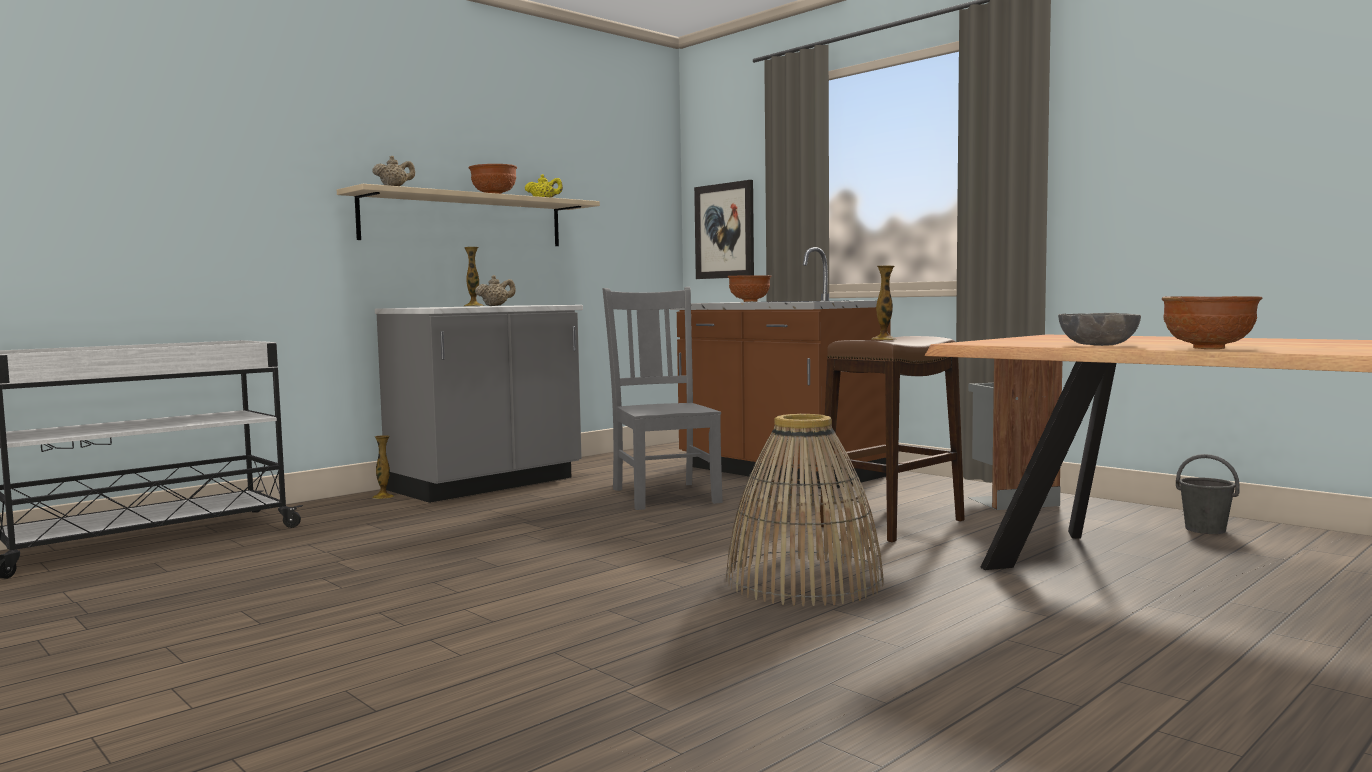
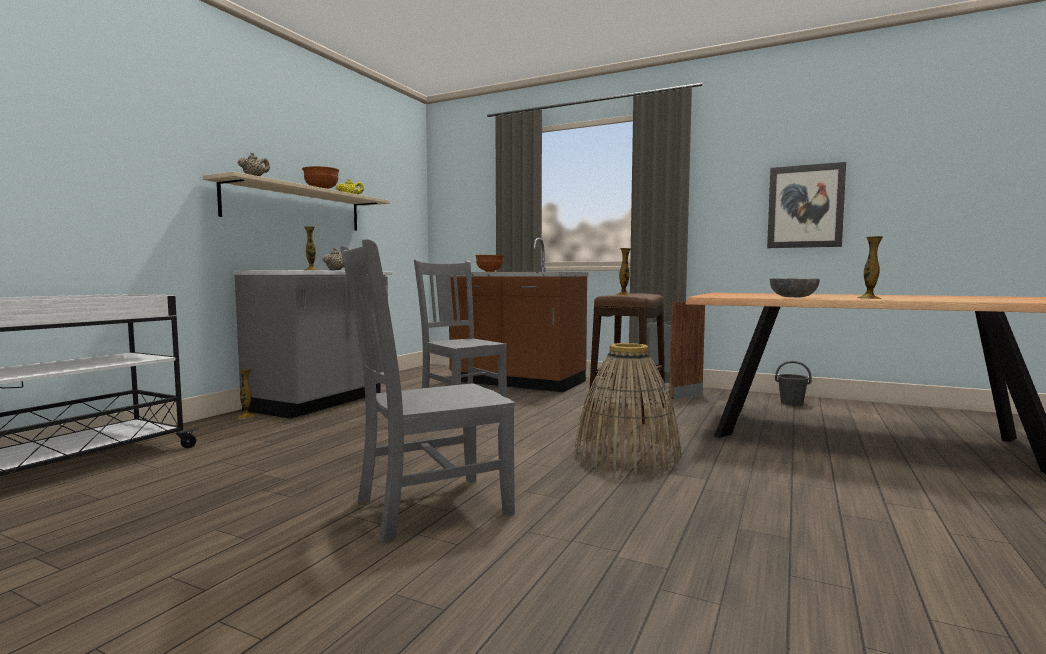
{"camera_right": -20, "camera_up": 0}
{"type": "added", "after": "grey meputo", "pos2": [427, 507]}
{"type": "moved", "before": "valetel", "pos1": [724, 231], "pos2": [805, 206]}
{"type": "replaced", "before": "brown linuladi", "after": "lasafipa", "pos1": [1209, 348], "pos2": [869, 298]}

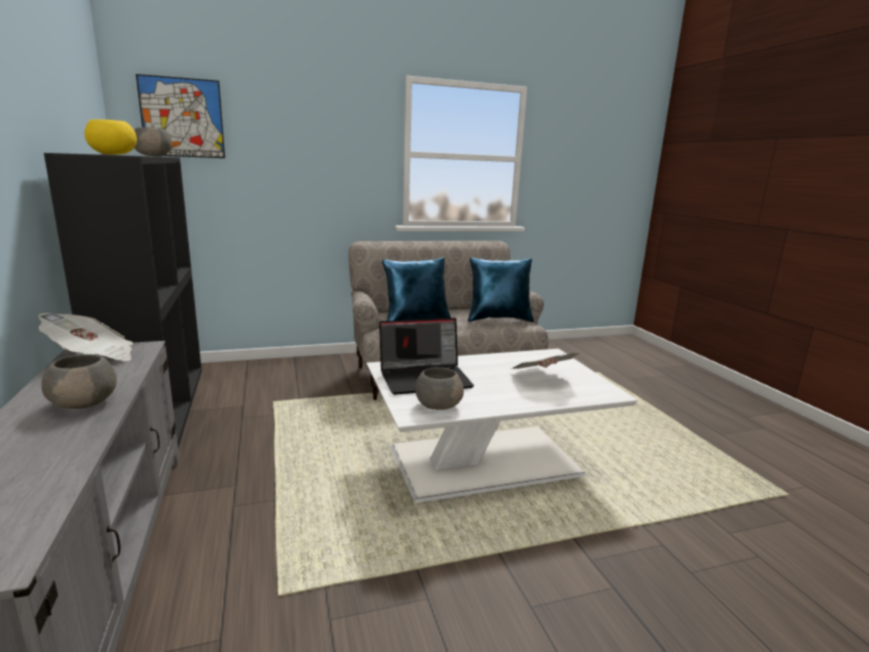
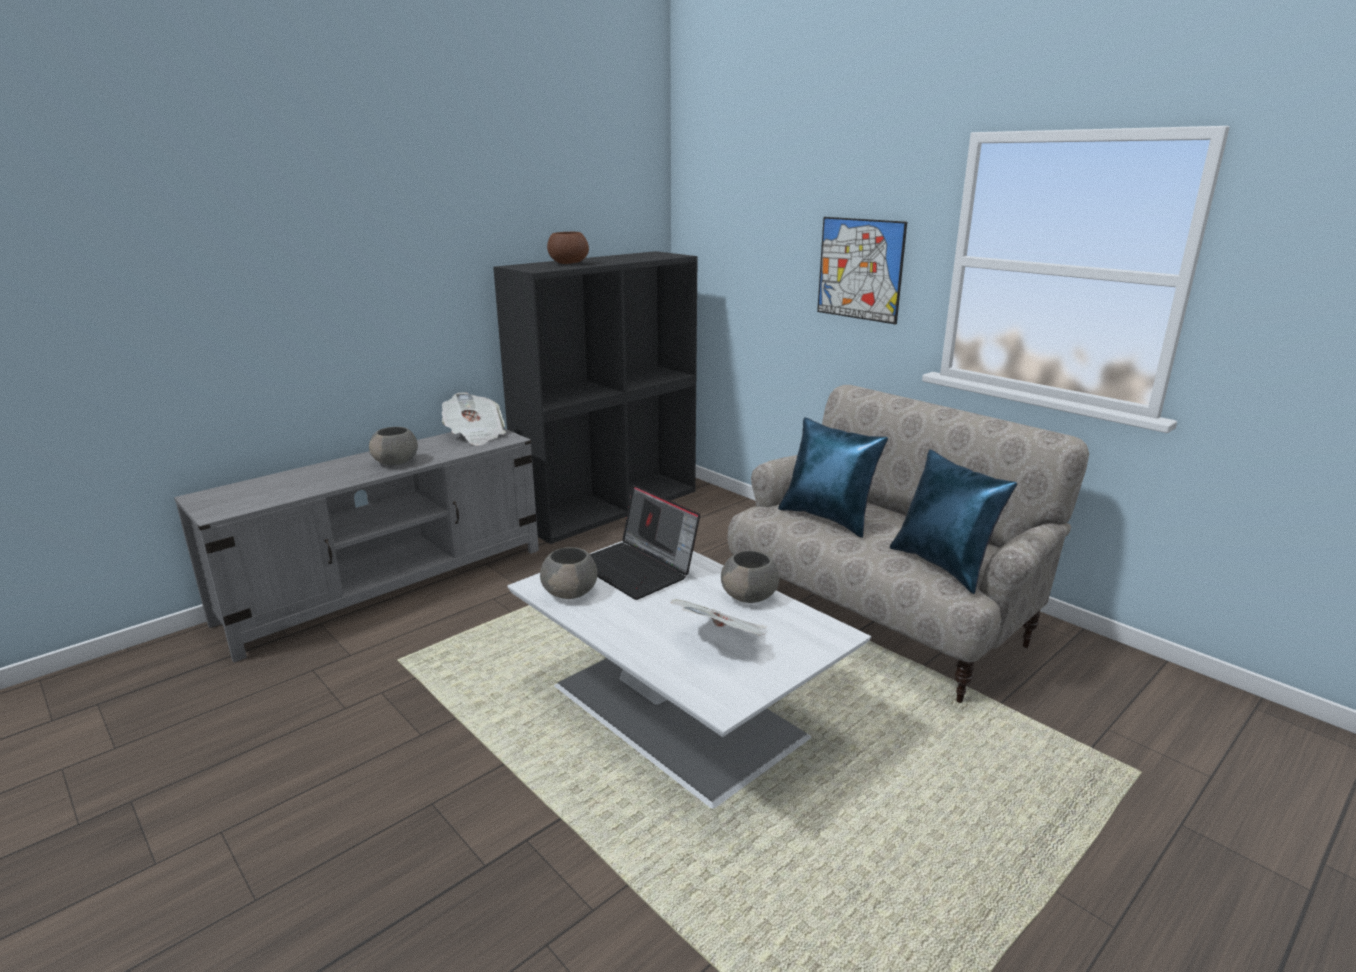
{"camera_right": 65, "camera_up": 5}
{"type": "moved", "before": "grey linuladi", "pos1": [154, 156], "pos2": [750, 596]}
{"type": "moved", "before": "valetel", "pos1": [182, 118], "pos2": [860, 269]}
{"type": "recoloured", "before": "yellow linuladi", "after": "brown linuladi", "pos1": [112, 154], "pos2": [568, 263]}

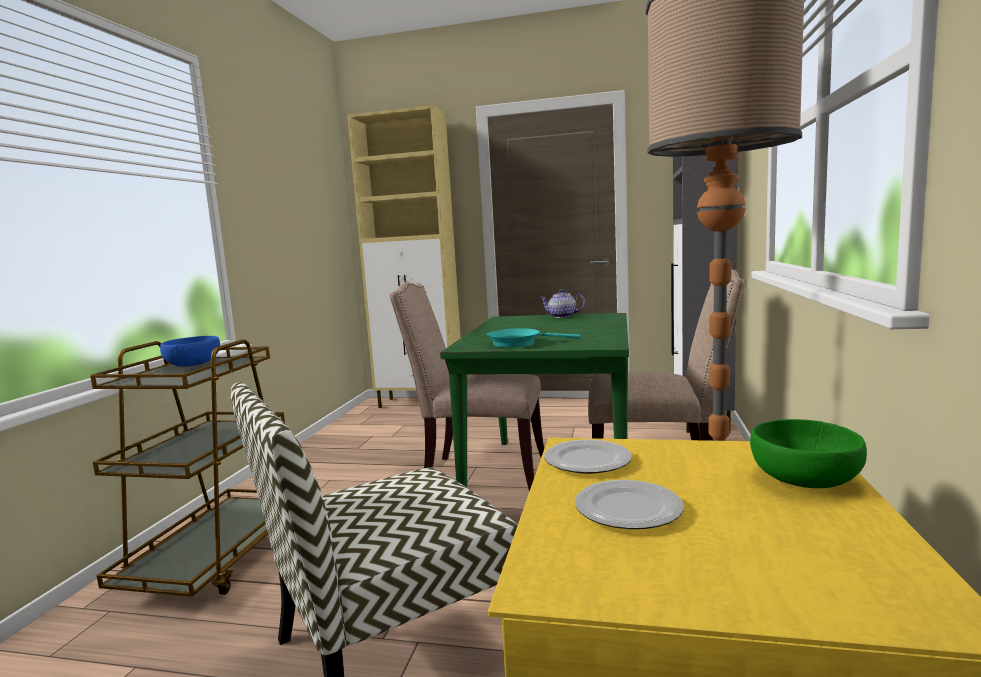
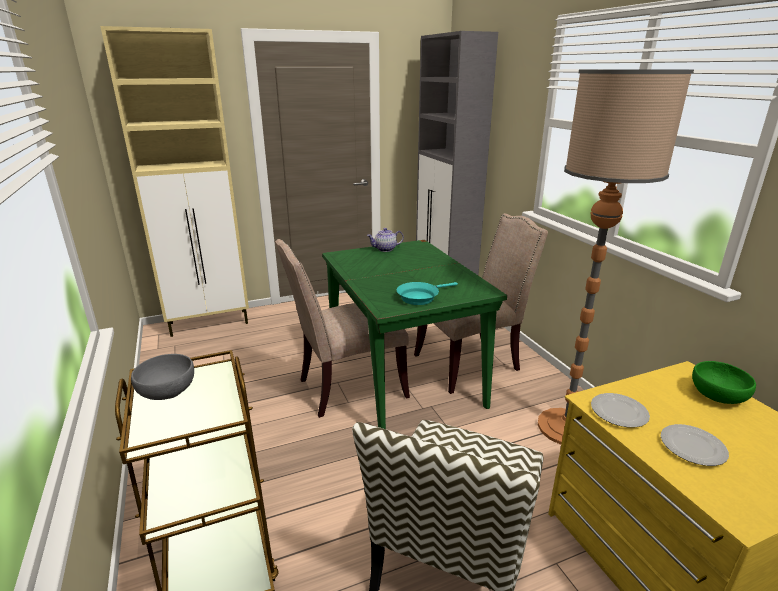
{"camera_right": -35, "camera_up": 15}
{"type": "recoloured", "before": "blue linuladi", "after": "grey linuladi", "pos1": [194, 364], "pos2": [167, 390]}

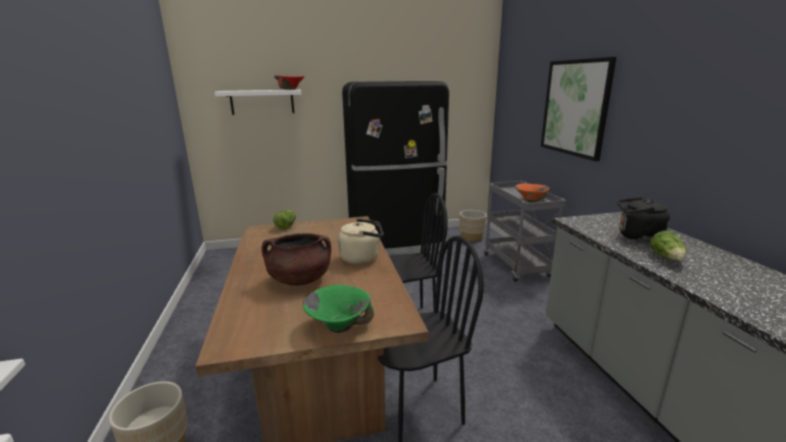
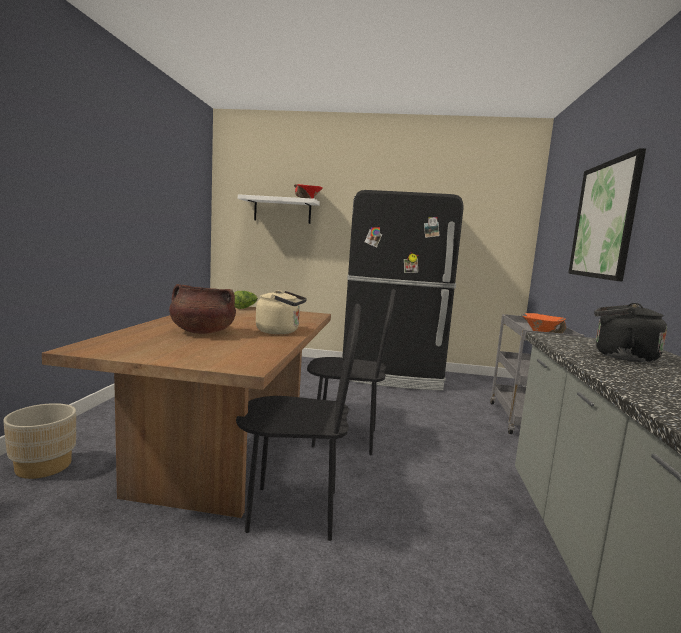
{"camera_right": 20, "camera_up": -10}
{"type": "removed", "before": "green linuladi", "pos1": [339, 325]}
{"type": "removed", "before": "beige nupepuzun", "pos1": [471, 237]}
{"type": "removed", "before": "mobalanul", "pos1": [667, 258]}

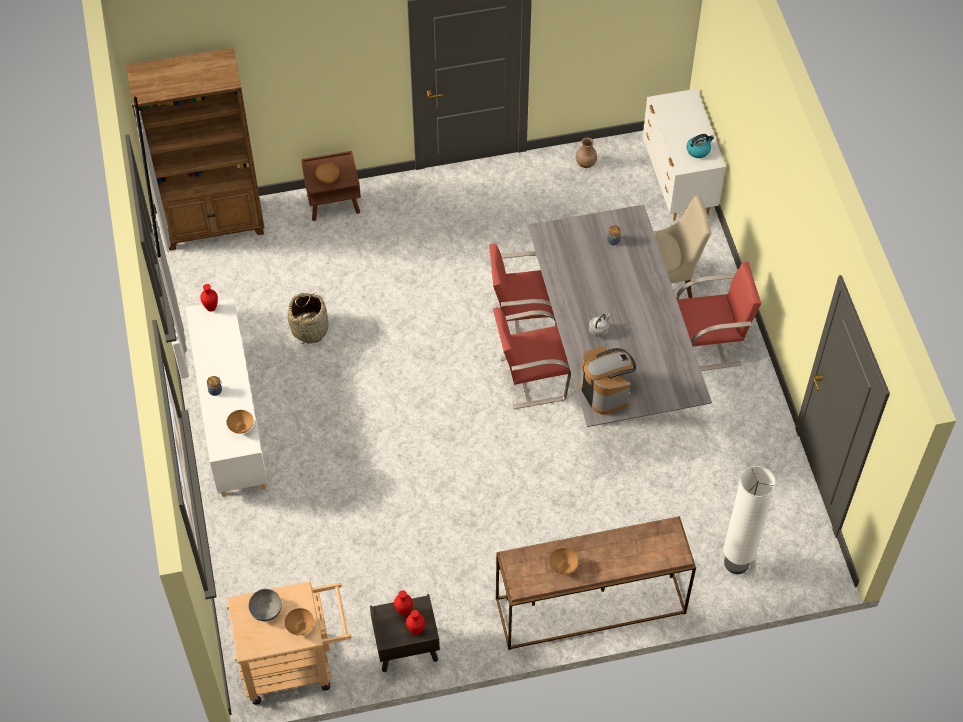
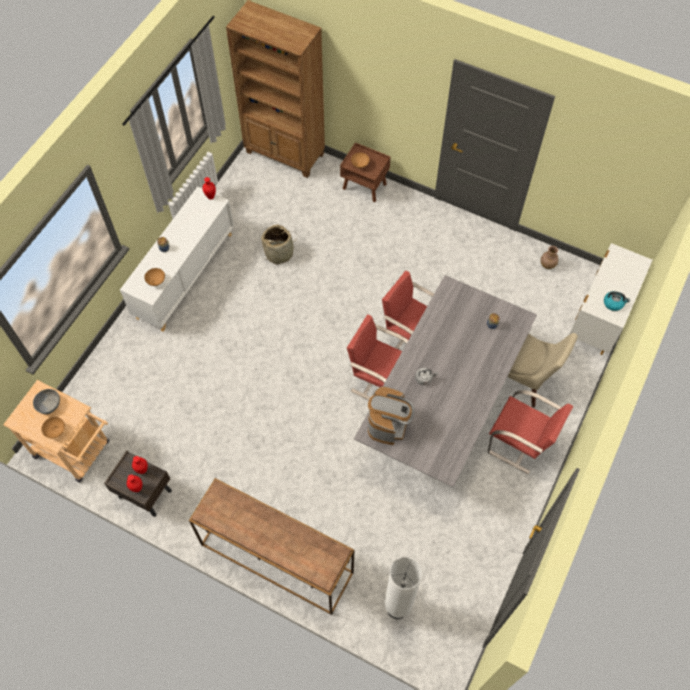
{"camera_right": 40, "camera_up": 5}
{"type": "removed", "before": "brown linuladi", "pos1": [563, 567]}

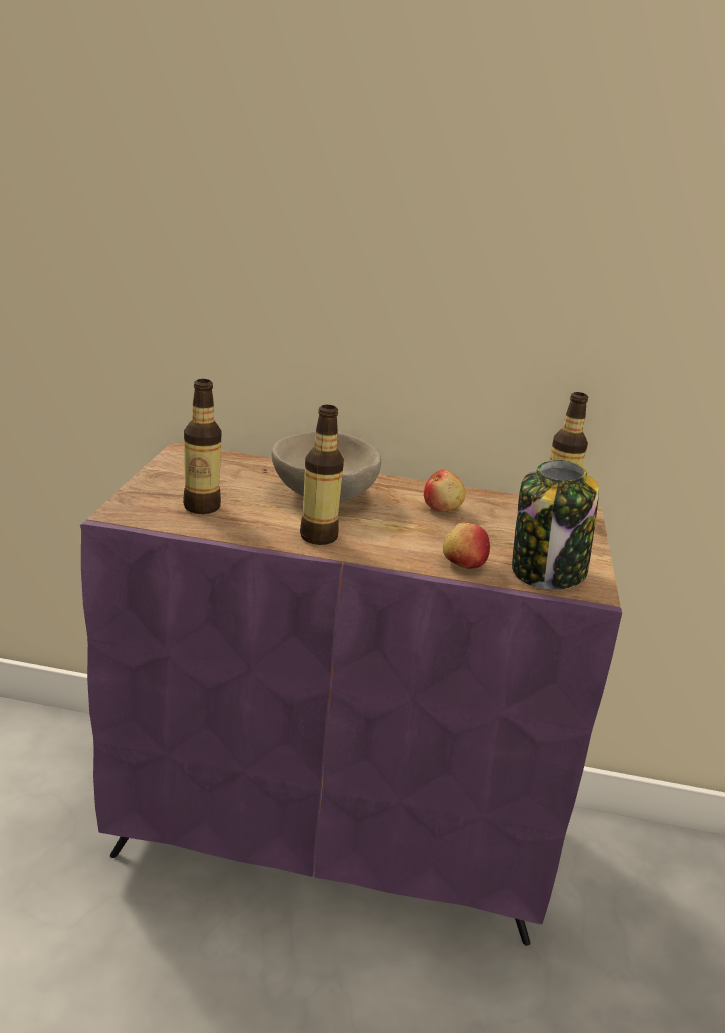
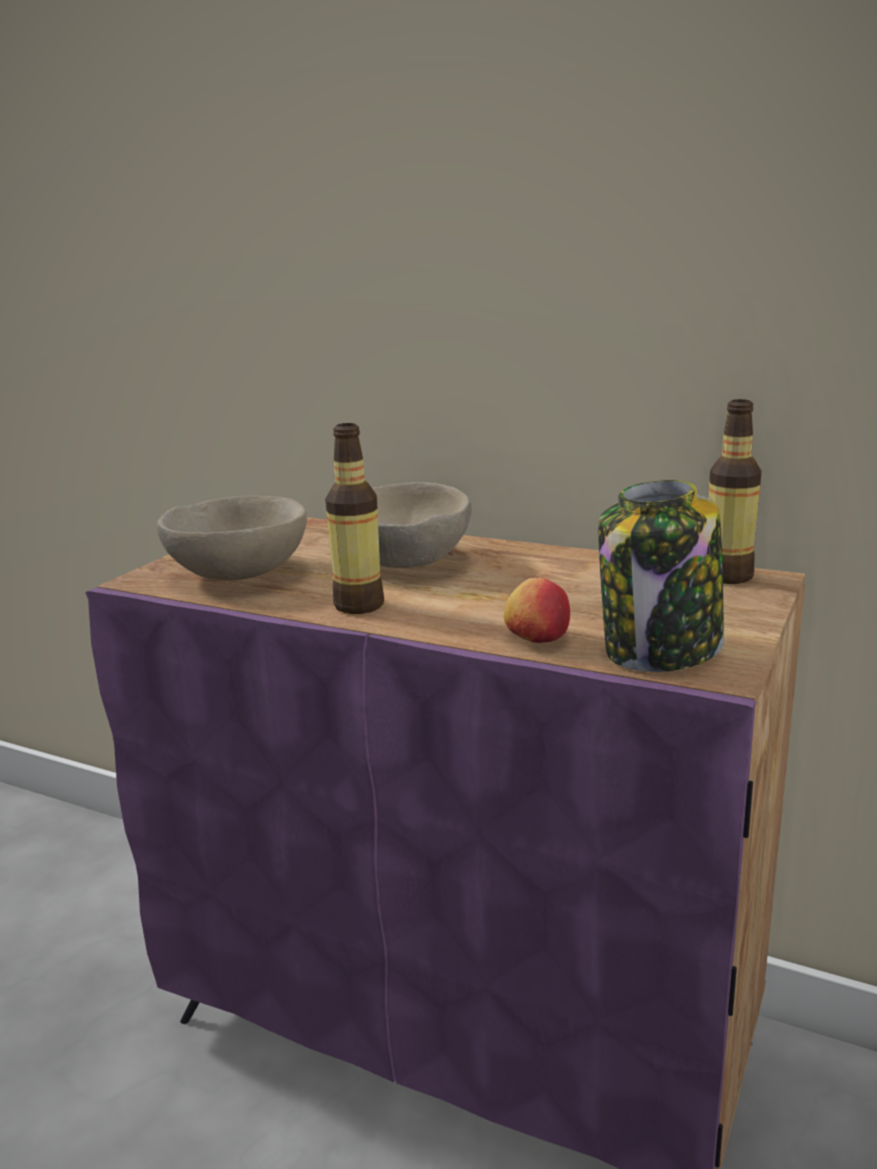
{"camera_right": 20, "camera_up": -5}
{"type": "removed", "before": "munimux", "pos1": [442, 508]}
{"type": "replaced", "before": "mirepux", "after": "beige linuladi", "pos1": [202, 507], "pos2": [240, 574]}

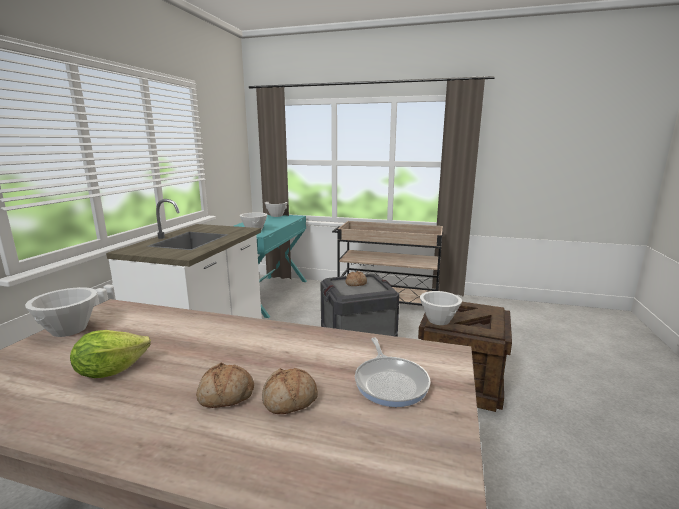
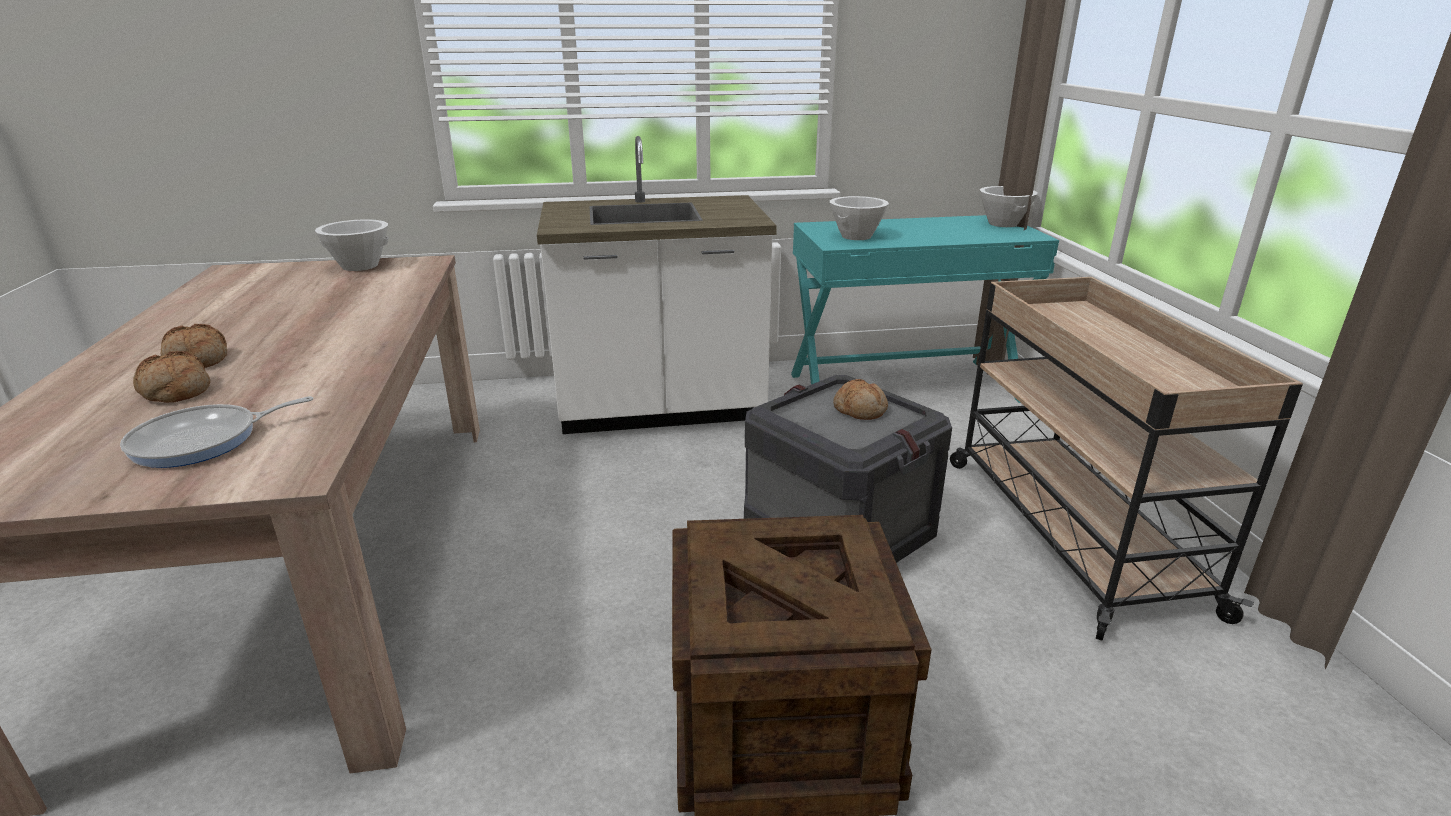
{"camera_right": 65, "camera_up": 10}
{"type": "removed", "before": "mobalanul", "pos1": [111, 370]}
{"type": "removed", "before": "white linuladi", "pos1": [438, 320]}

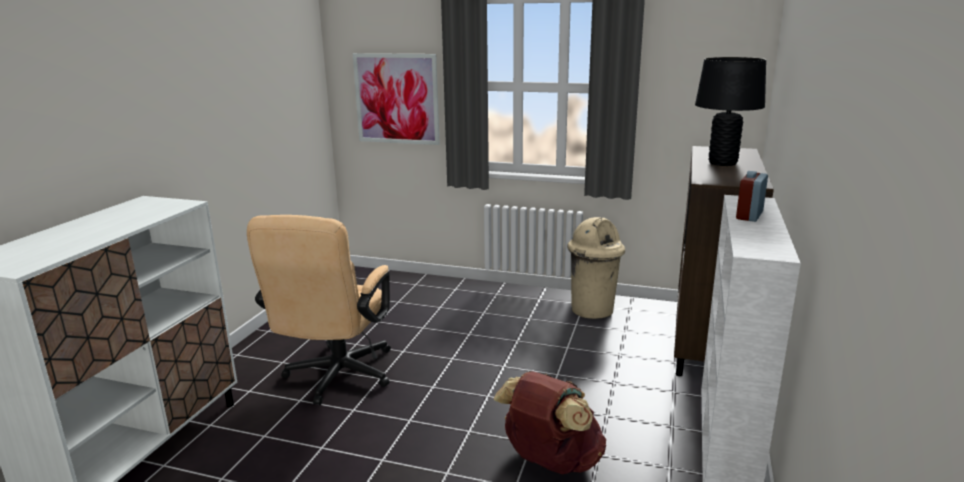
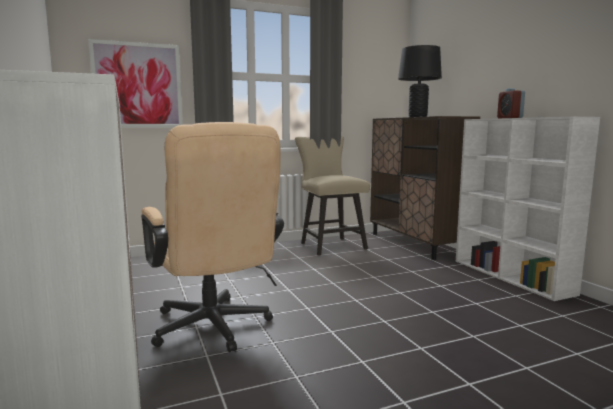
{"camera_right": -40, "camera_up": -10}
{"type": "removed", "before": "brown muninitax", "pos1": [550, 462]}
{"type": "replaced", "before": "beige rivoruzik", "after": "beige meputo", "pos1": [593, 310], "pos2": [330, 245]}

